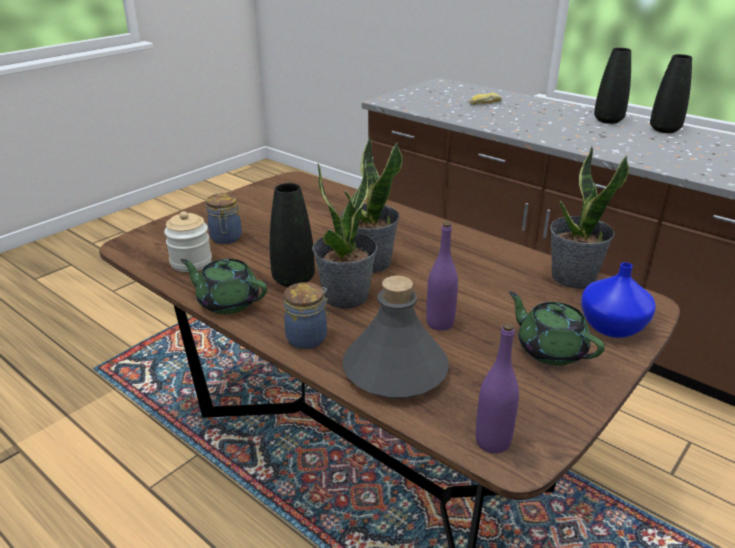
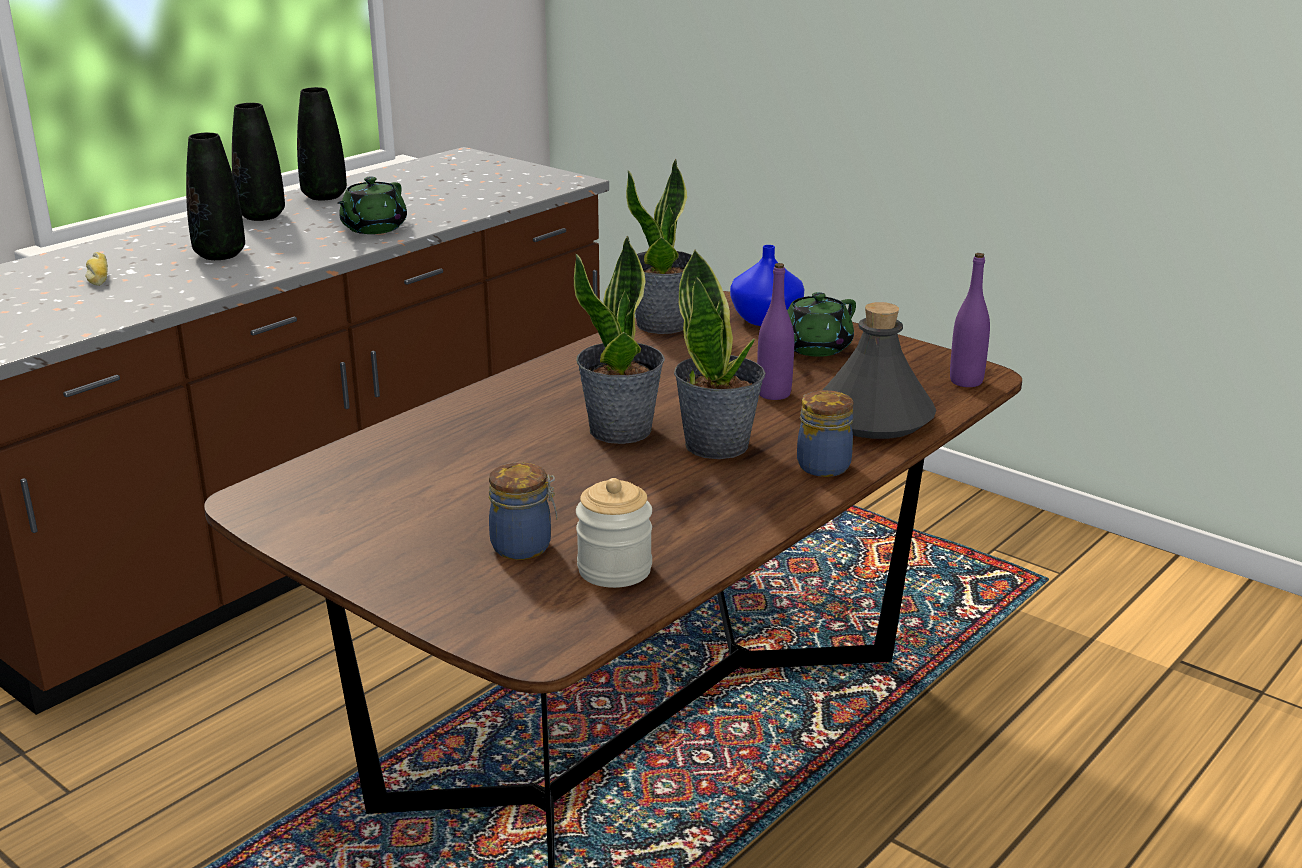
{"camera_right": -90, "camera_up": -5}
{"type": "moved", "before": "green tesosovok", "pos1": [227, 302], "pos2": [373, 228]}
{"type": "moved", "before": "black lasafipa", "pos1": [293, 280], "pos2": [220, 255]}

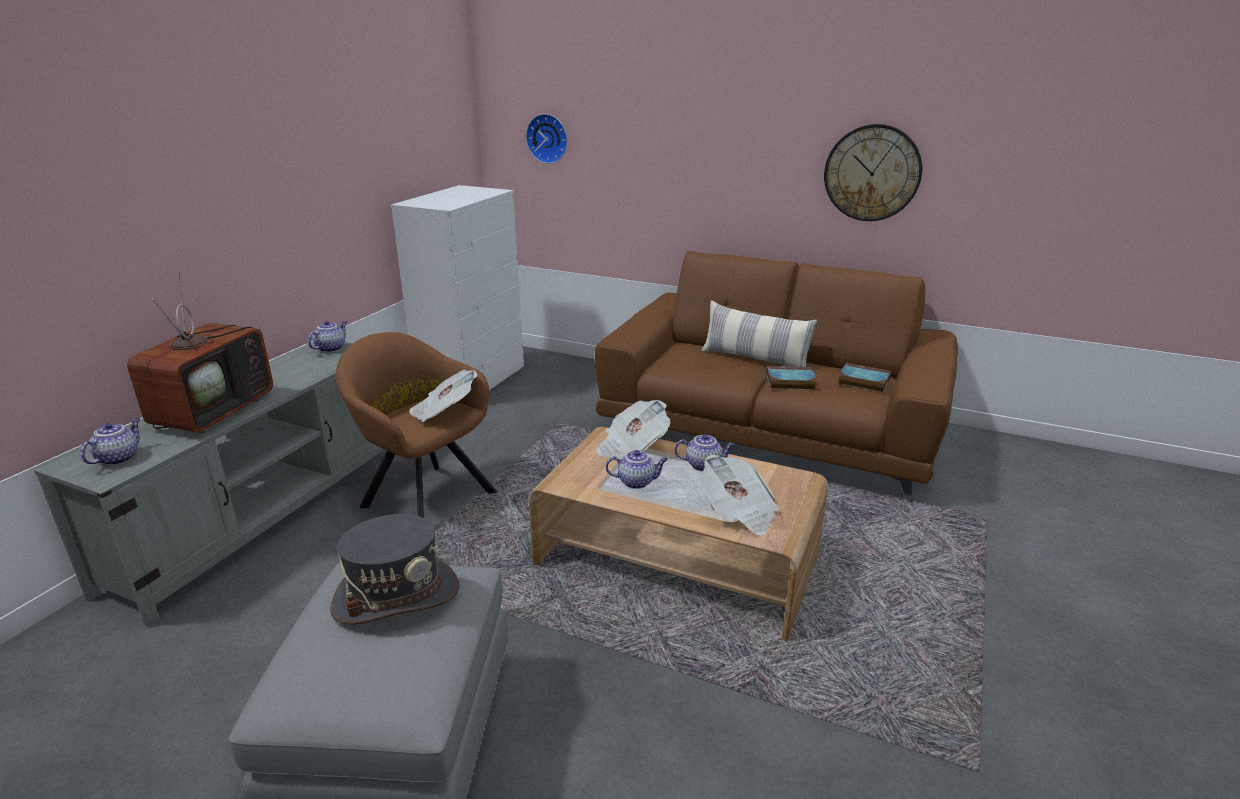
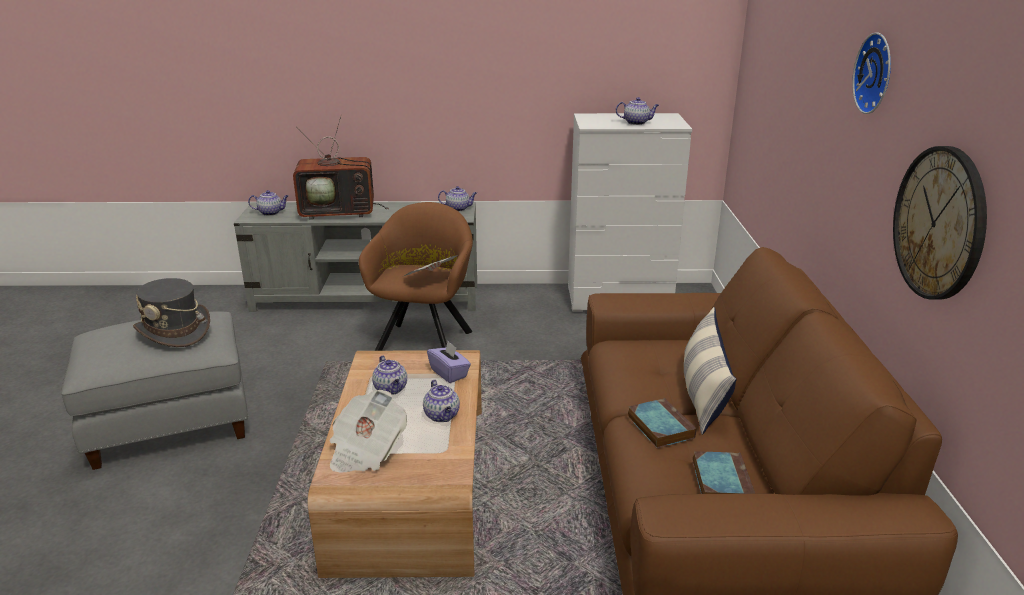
{"camera_right": 65, "camera_up": 0}
{"type": "added", "after": "tesosovok", "pos2": [637, 122]}
{"type": "moved", "before": "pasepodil", "pos1": [548, 138], "pos2": [877, 73]}
{"type": "replaced", "before": "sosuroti", "after": "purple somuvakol", "pos1": [632, 448], "pos2": [449, 373]}

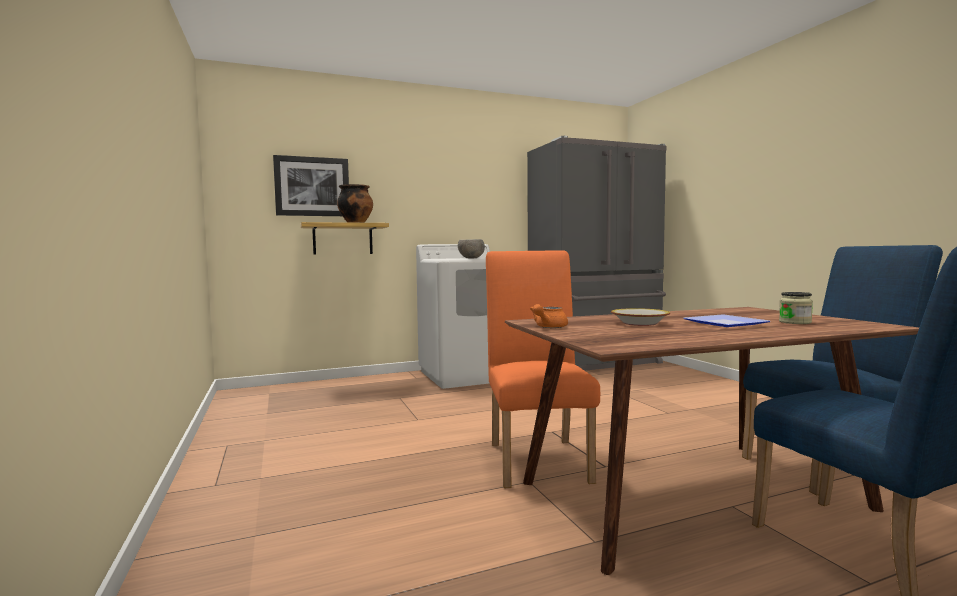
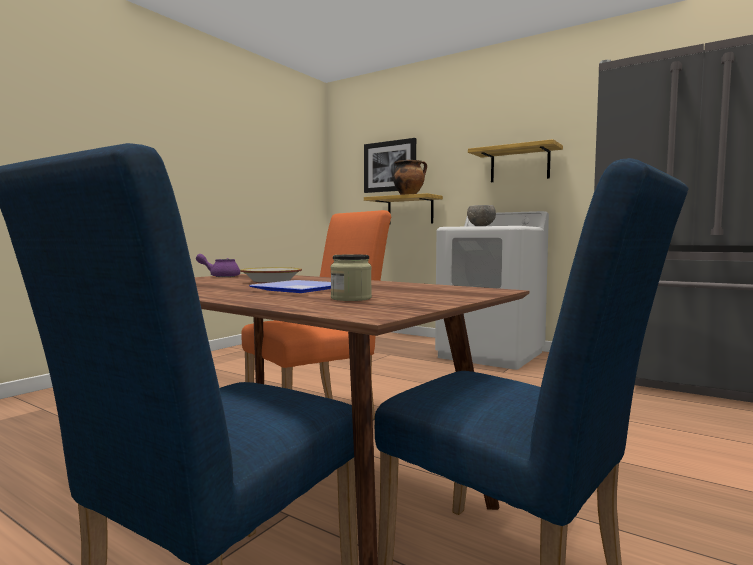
{"camera_right": 55, "camera_up": 0}
{"type": "added", "after": "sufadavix", "pos2": [519, 165]}
{"type": "recoloured", "before": "orange tesosovok", "after": "purple tesosovok", "pos1": [548, 327], "pos2": [221, 276]}

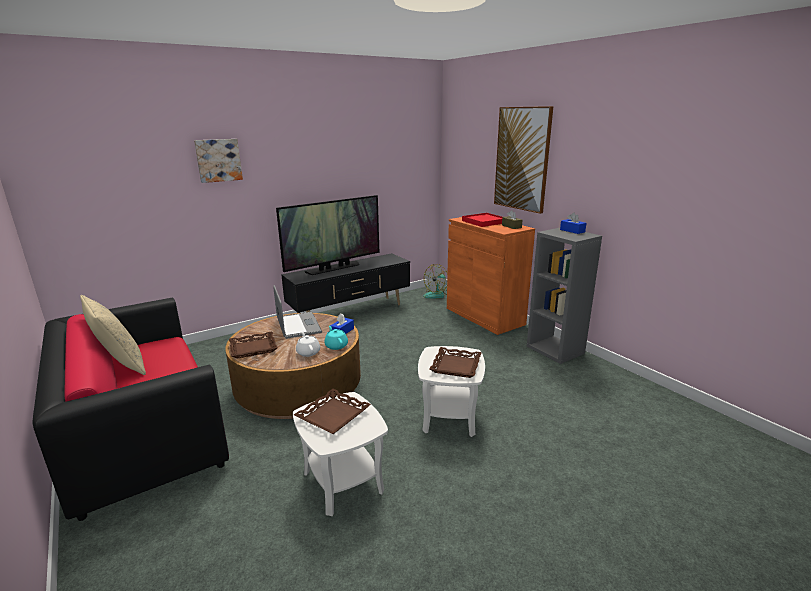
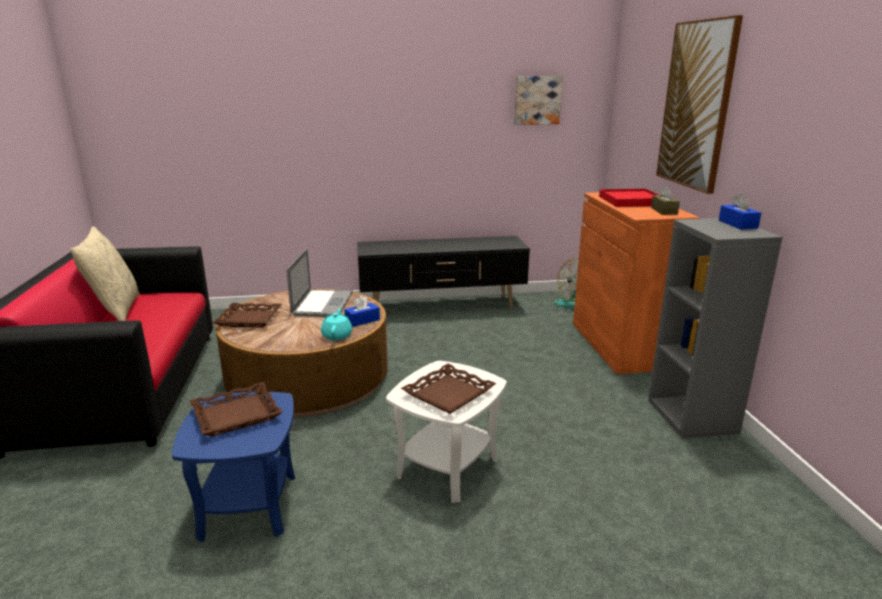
{"camera_right": 25, "camera_up": 0}
{"type": "removed", "before": "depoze", "pos1": [333, 268]}
{"type": "removed", "before": "white tesosovok", "pos1": [308, 352]}
{"type": "moved", "before": "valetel", "pos1": [218, 160], "pos2": [537, 100]}
{"type": "recoloured", "before": "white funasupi", "after": "blue funasupi", "pos1": [343, 482], "pos2": [248, 506]}

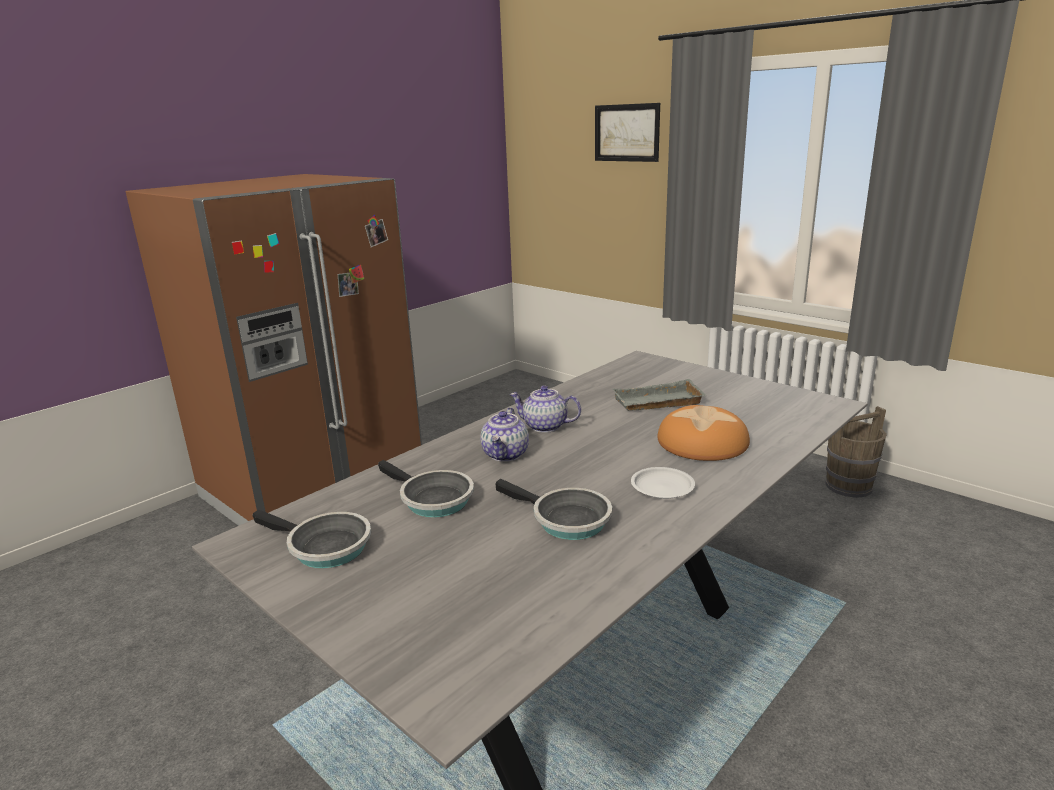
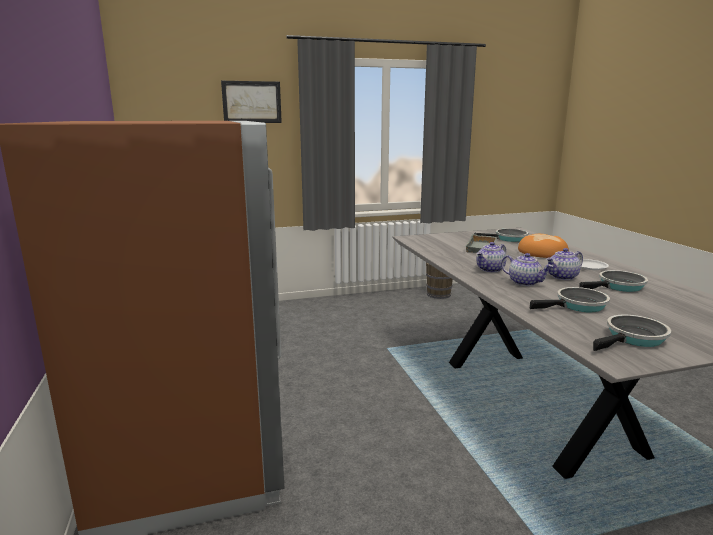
{"camera_right": -60, "camera_up": -5}
{"type": "added", "after": "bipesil", "pos2": [508, 239]}
{"type": "added", "after": "tesosovok", "pos2": [562, 277]}

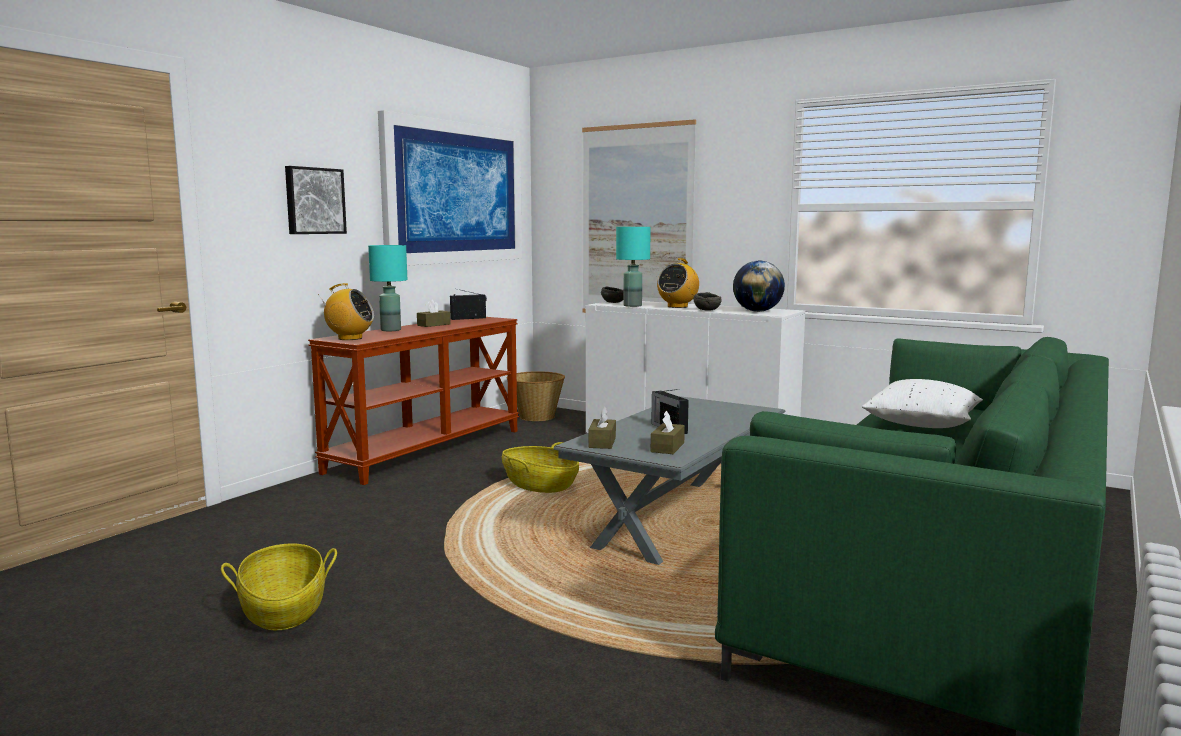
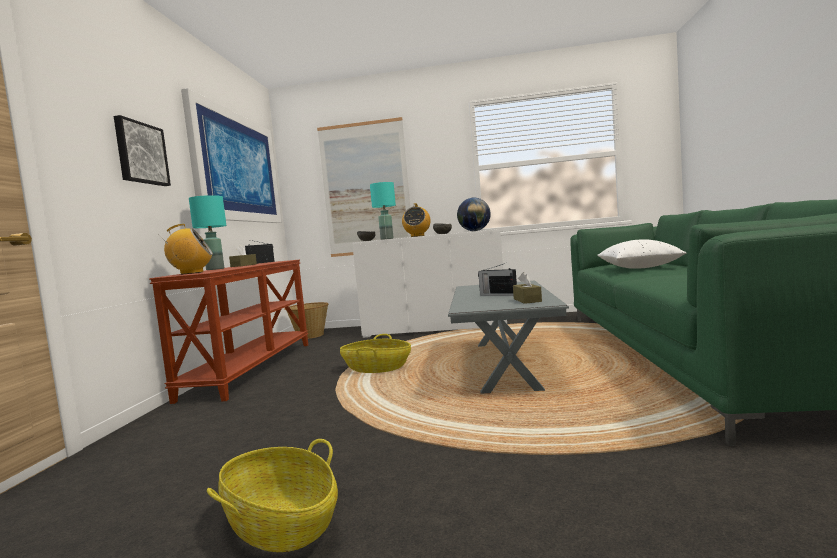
{"camera_right": -25, "camera_up": -5}
{"type": "removed", "before": "brown somuvakol", "pos1": [602, 442]}

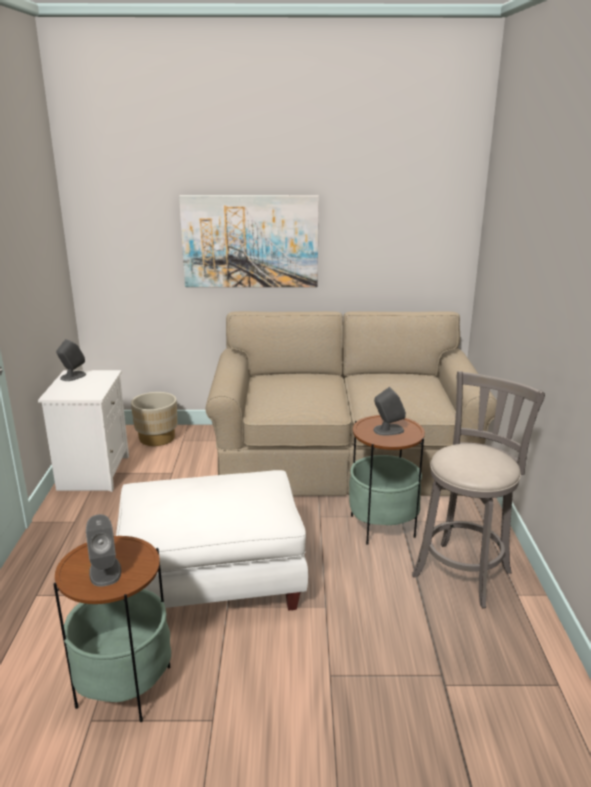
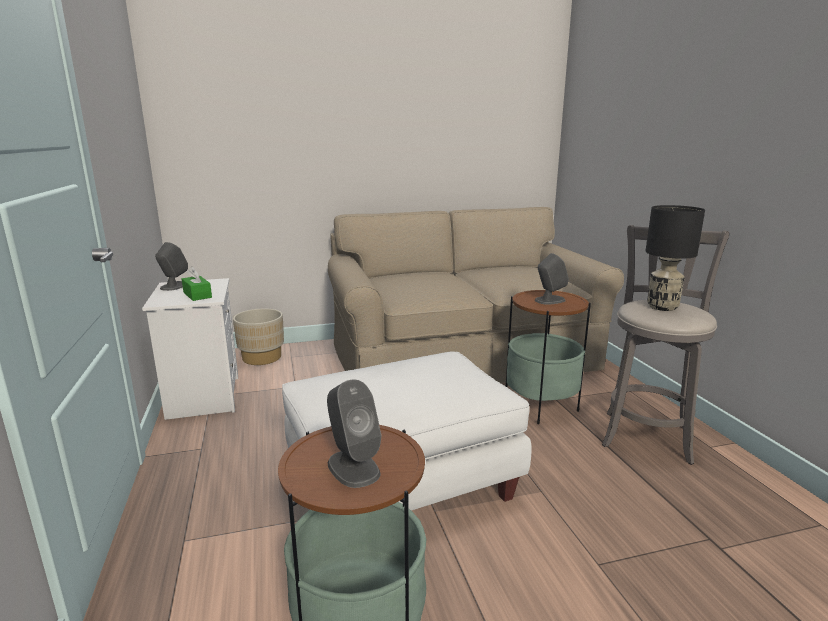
{"camera_right": -15, "camera_up": -5}
{"type": "removed", "before": "valetel", "pos1": [250, 241]}
{"type": "added", "after": "green somuvakol", "pos2": [197, 295]}
{"type": "added", "after": "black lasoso", "pos2": [662, 307]}

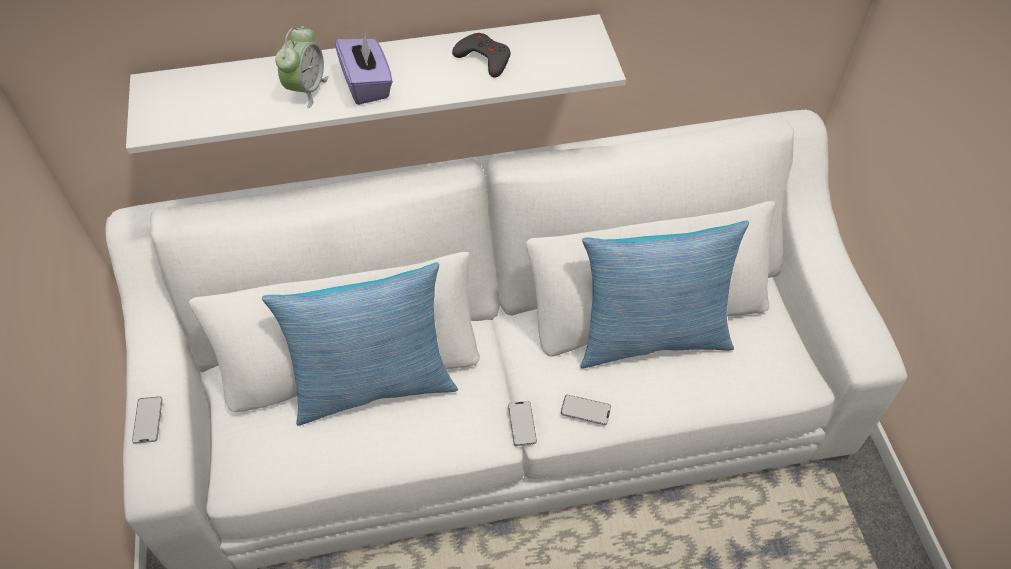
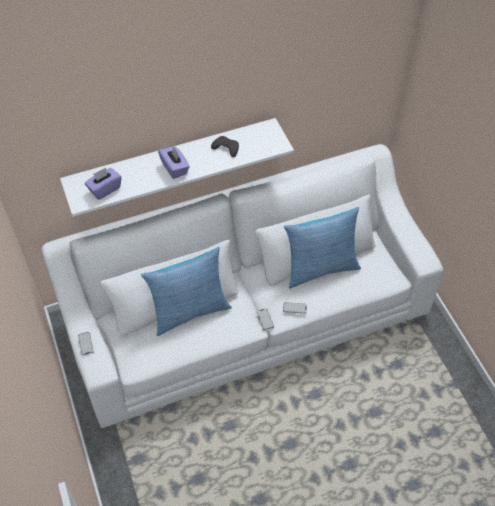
{"camera_right": -10, "camera_up": 0}
{"type": "removed", "before": "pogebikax", "pos1": [306, 89]}
{"type": "added", "after": "purple somuvakol", "pos2": [104, 189]}

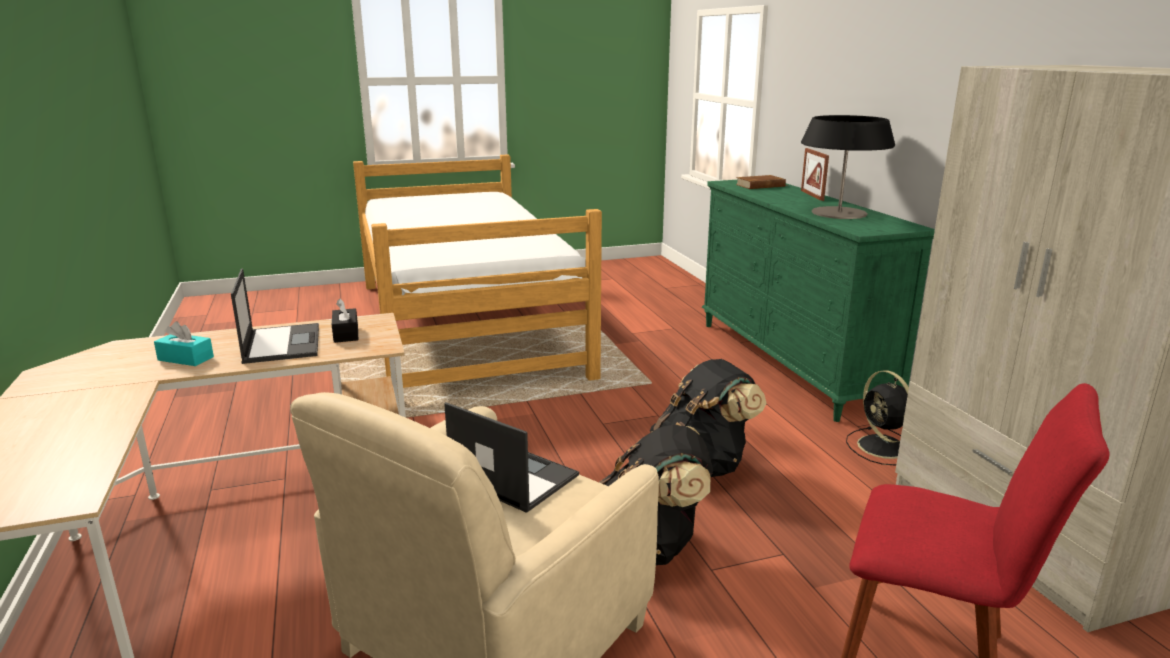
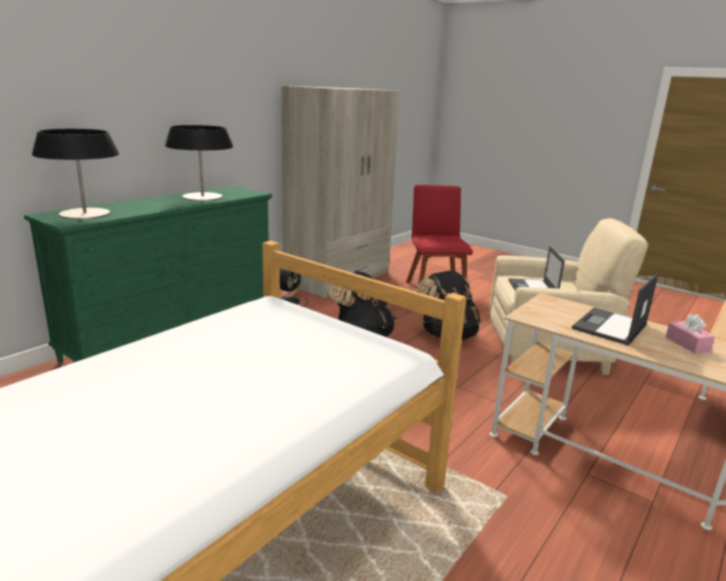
{"camera_right": -125, "camera_up": 0}
{"type": "removed", "before": "black somuvakol", "pos1": [346, 334]}
{"type": "removed", "before": "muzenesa", "pos1": [812, 195]}
{"type": "replaced", "before": "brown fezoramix", "after": "lasoso", "pos1": [760, 185], "pos2": [85, 214]}
{"type": "recoloured", "before": "turquoise somuvakol", "after": "pink somuvakol", "pos1": [186, 358], "pos2": [687, 344]}

